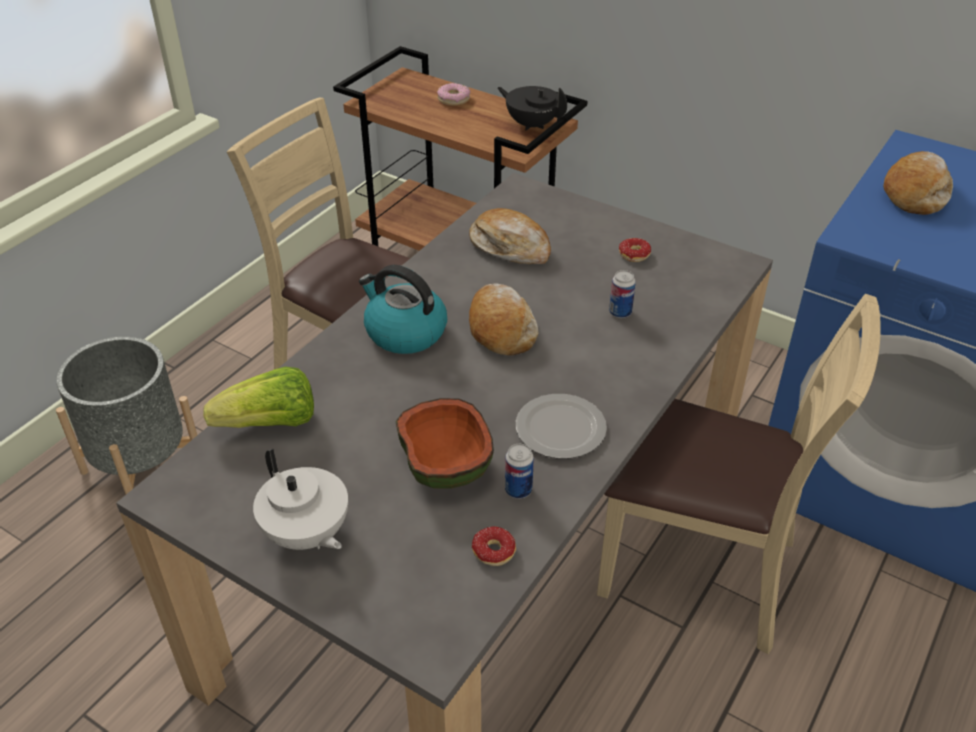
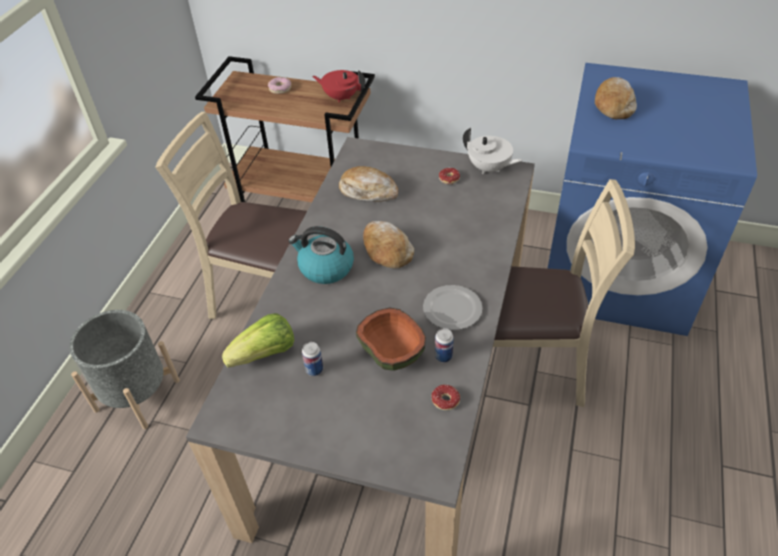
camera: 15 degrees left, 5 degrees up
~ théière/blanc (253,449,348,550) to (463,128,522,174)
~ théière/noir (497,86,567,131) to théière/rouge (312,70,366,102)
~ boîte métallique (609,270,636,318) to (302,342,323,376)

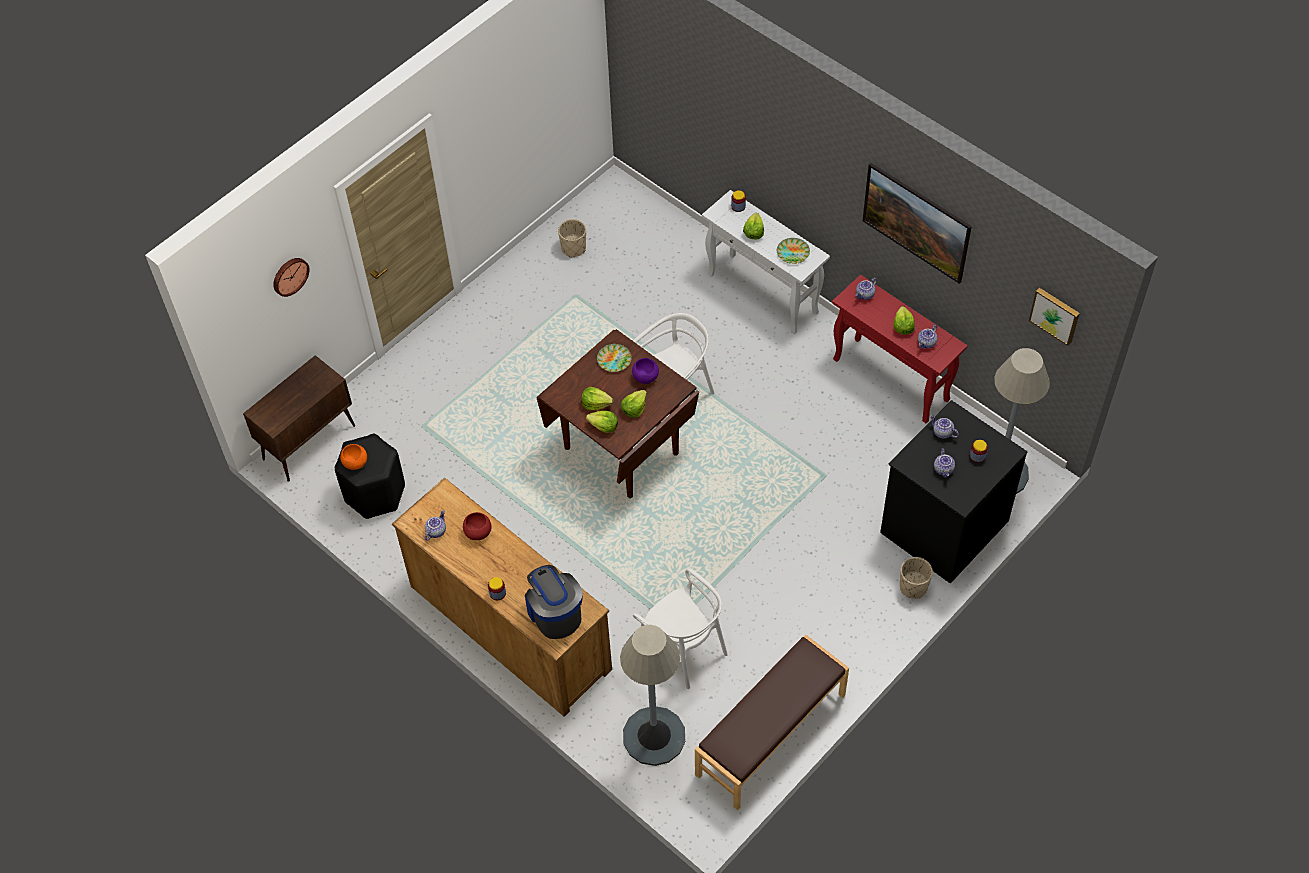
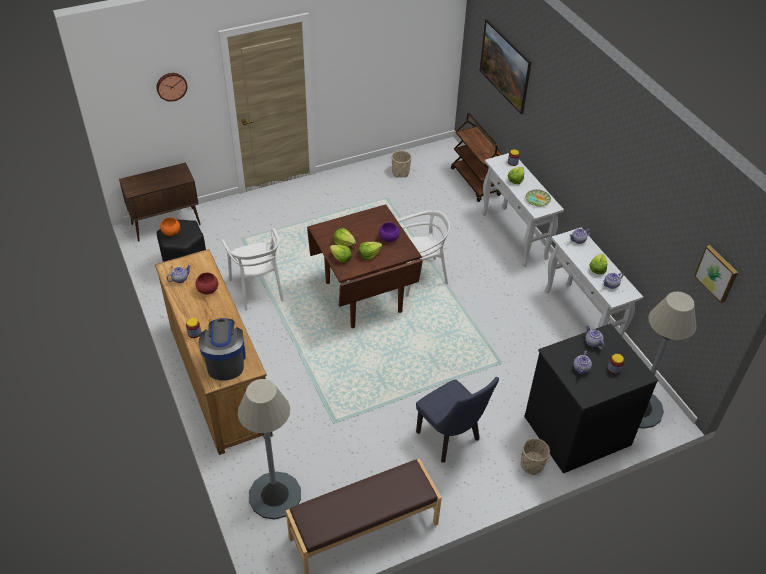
camera: 20 degrees right, 10 degrees down
- assiette (597,344,632,372)
~ chaise/blanc (633,568,728,689) to (221,228,284,311)
~ table console/rouge (832,275,968,423) to table console/blanc (545,228,643,337)
~ tableau (862,163,972,284) to (480,19,531,115)
+ chaise/bleu (416,377,499,463)
+ chariot/marron (451,113,502,202)

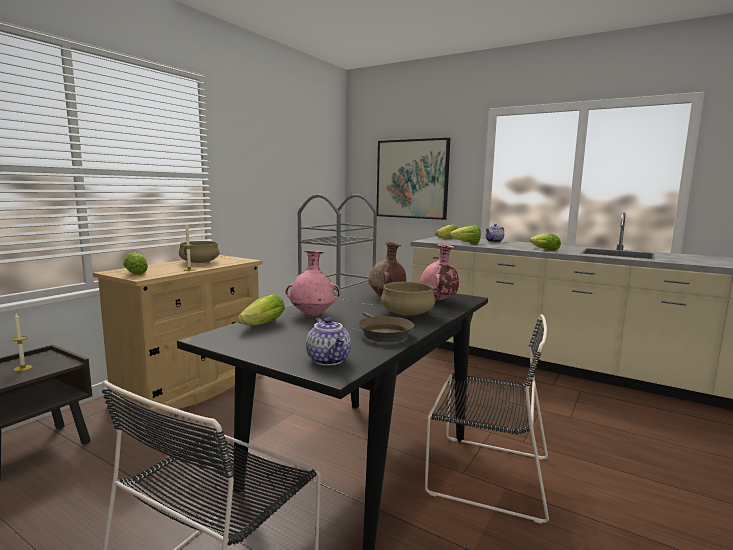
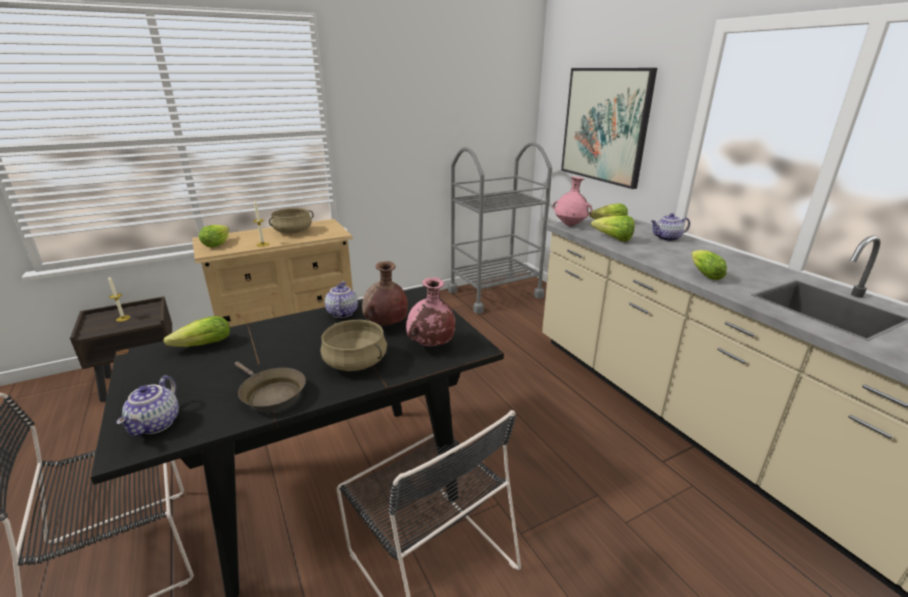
camera: 30 degrees right, 15 degrees up
~ vase/rose (285,250,340,317) to (553,177,592,226)
~ poêle/marron (358,312,414,342) = (234,362,306,412) 60 degrees counterclockwise
+ théière (325,281,358,318)

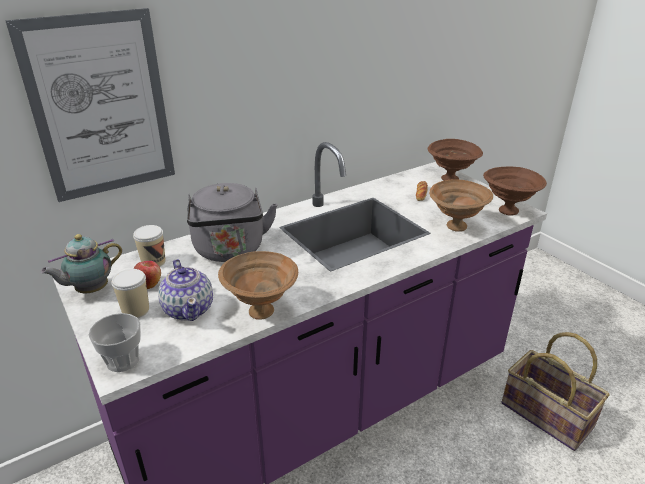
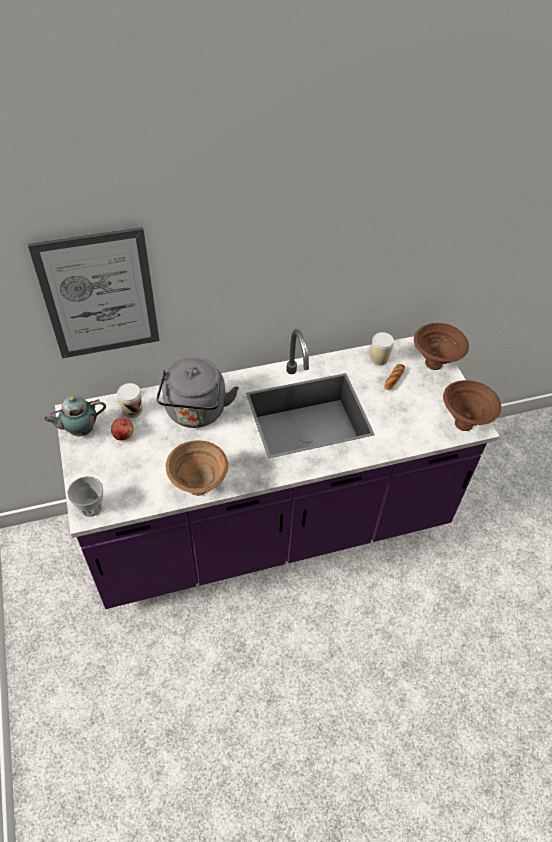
camera: 15 degrees right, 20 degrees up
~ tasse (111,269,149,318) to (371,332,394,365)
- théière (158,259,213,321)
- bol/marron (429,179,493,232)
- panier (502,332,610,451)

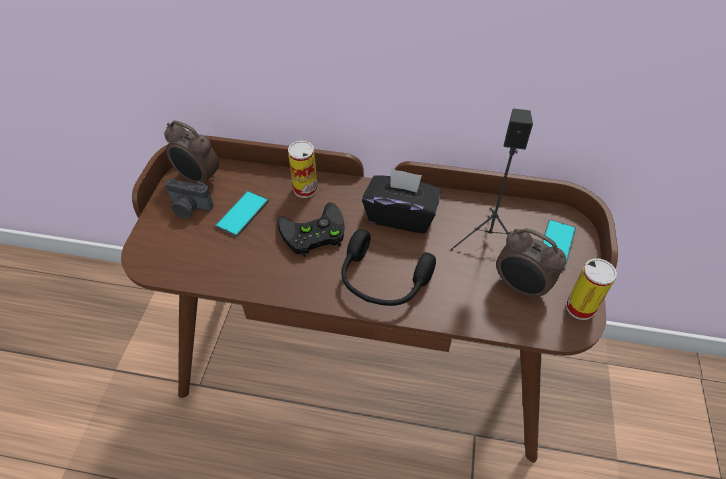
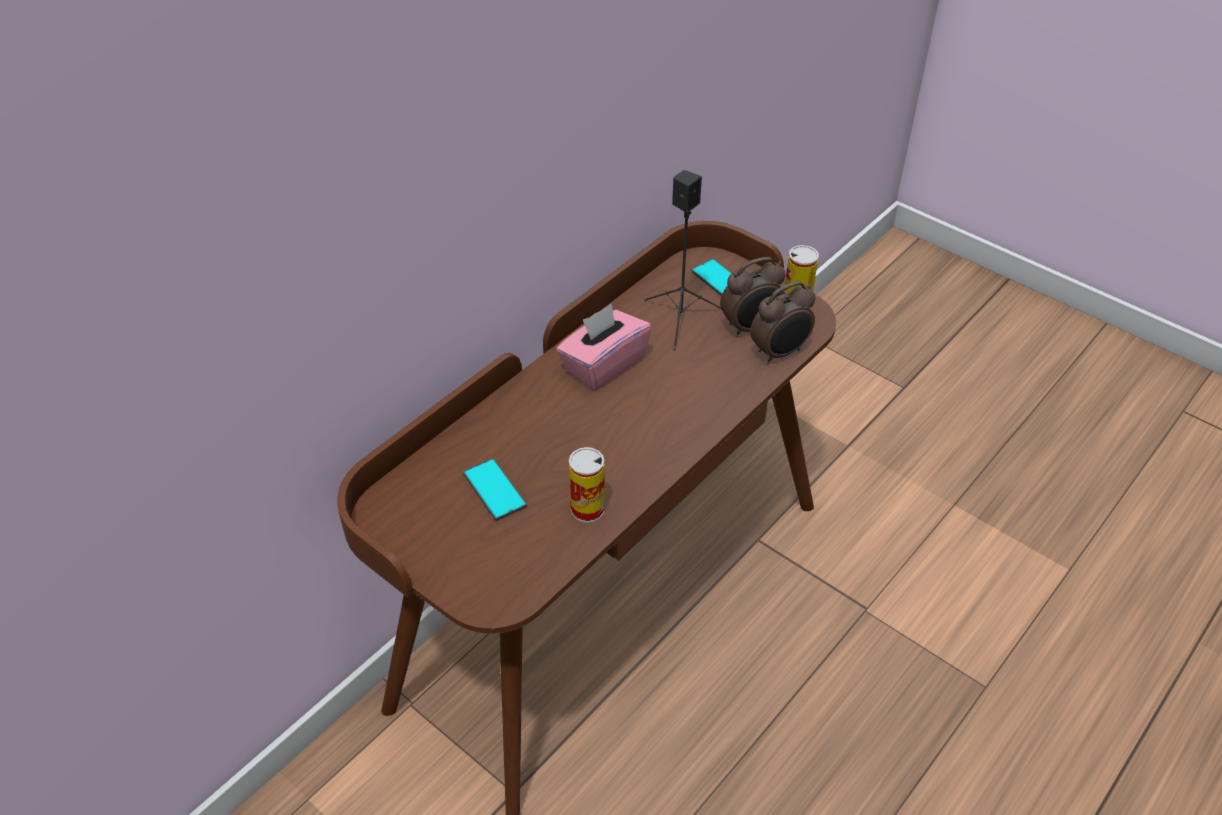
camera: 60 degrees left, 5 degrees down
~ réveil (164,120,219,185) to (750,281,815,364)
- appareil photo (165,178,214,219)
- manette/noir (277,202,344,257)
~ boîte métallique (288,141,318,198) to (569,447,605,523)
- casque audio/noir (341,229,436,306)
~ boîte à mouchoirs/noir (362,168,442,233) to boîte à mouchoirs/rose (556,304,652,390)

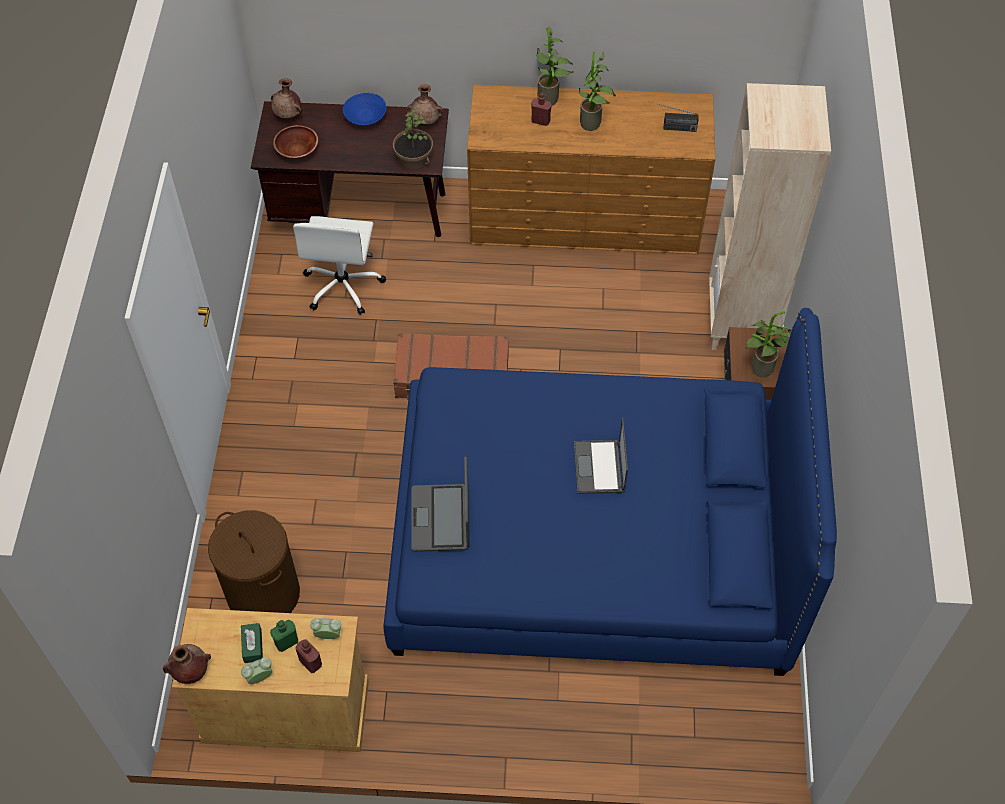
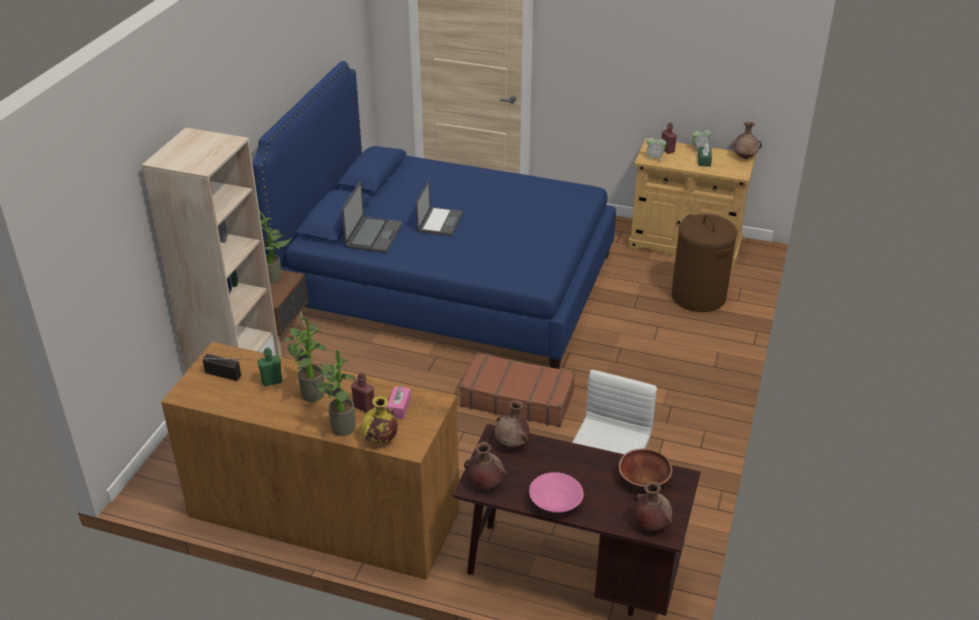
camera: 165 degrees left, 20 degrees down
~ bouteille/vert (270,620,298,652) to (258,348,283,386)
~ bol/bleu (343,93,386,126) to bol/rose (529,472,584,513)
~ plante en pot (393,109,433,170) to vase/marron (495,400,529,447)
~ ordinateur portable (411,456,470,552) to (342,181,402,253)
+ vase/jaune (361,396,398,443)
+ boîte à mouchoirs/rose (386,385,411,419)

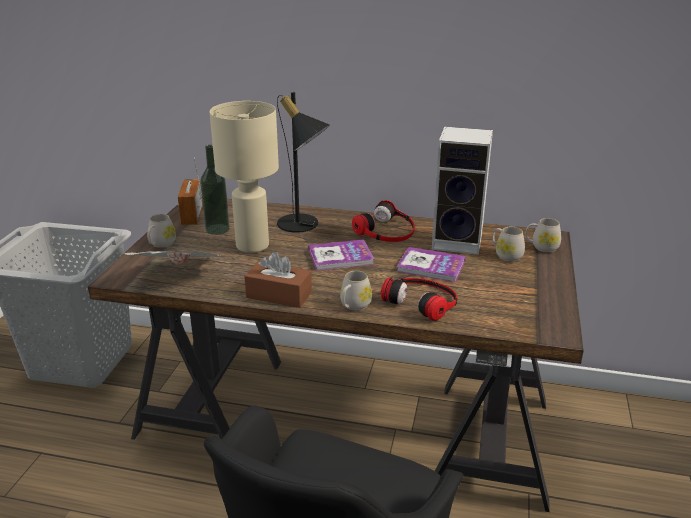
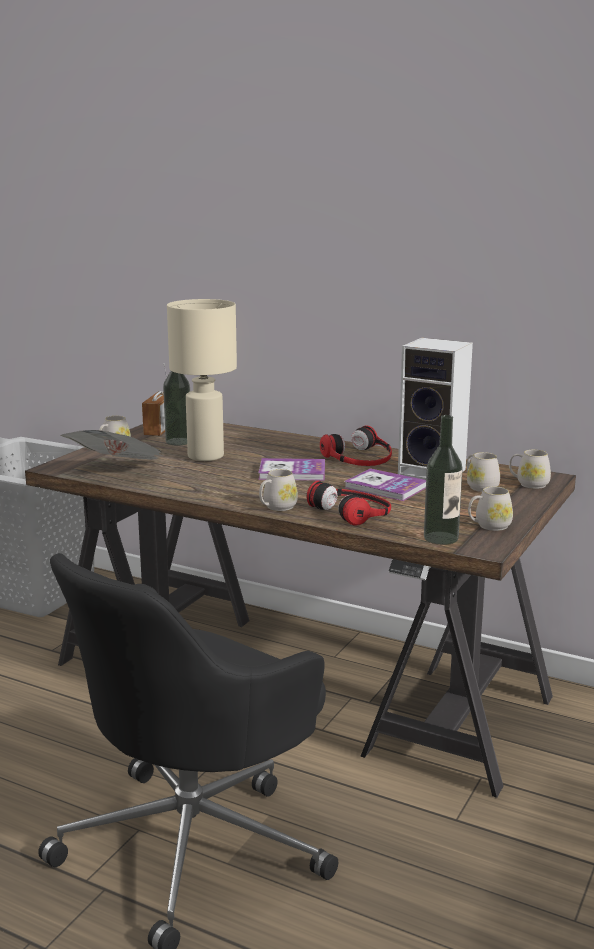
camera: 15 degrees right, 10 degrees down
- boîte à mouchoirs/marron (244,252,312,308)
- lampe de table/noir (277,92,330,232)
+ bouteille (424,415,463,545)
+ mug/blanc (468,486,513,531)

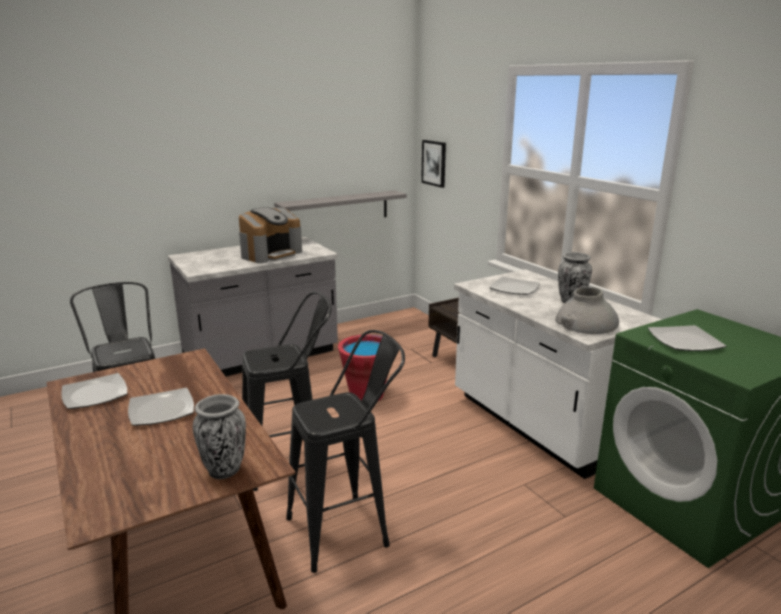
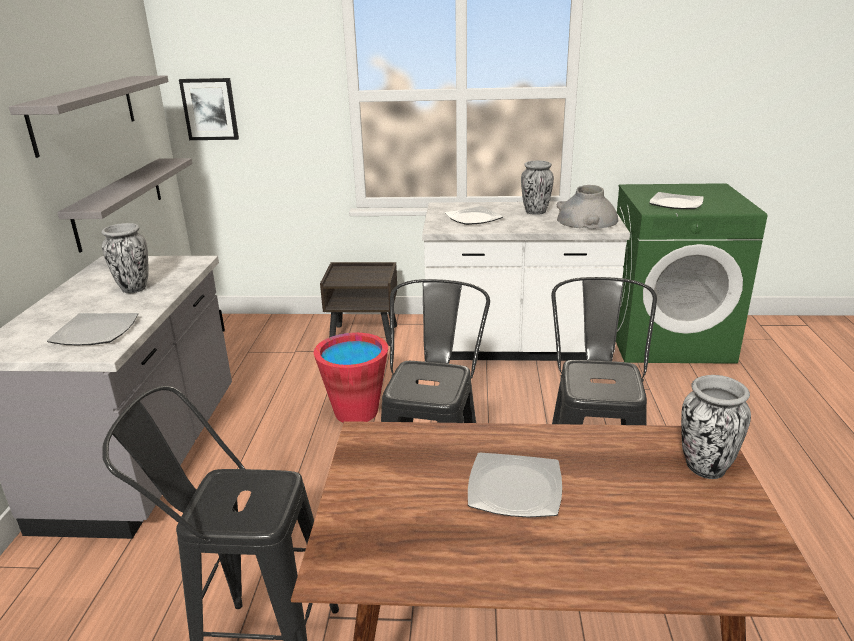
camera: 55 degrees left, 5 degrees up
~ assiette (61,373,128,409) to (47,313,138,345)
~ machine à café (239,207,302,263) to vase (102,223,149,293)
+ étagère/gris (9,75,168,158)

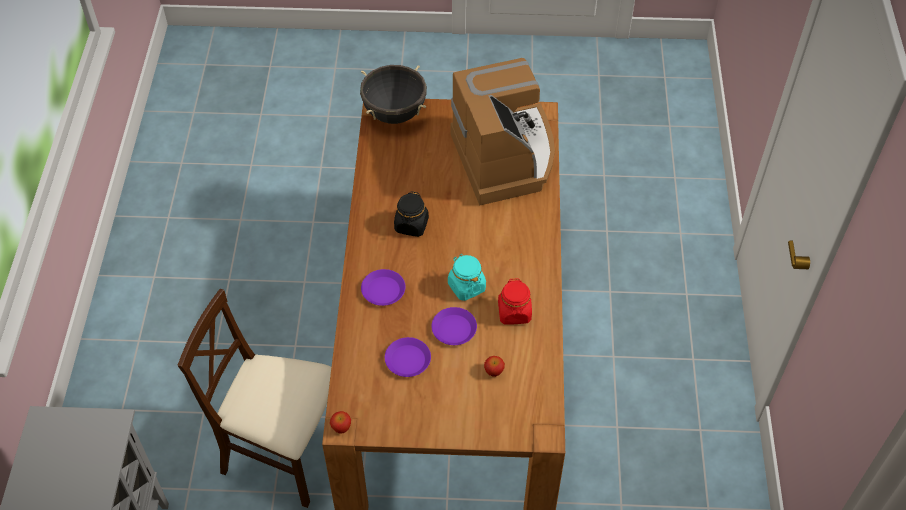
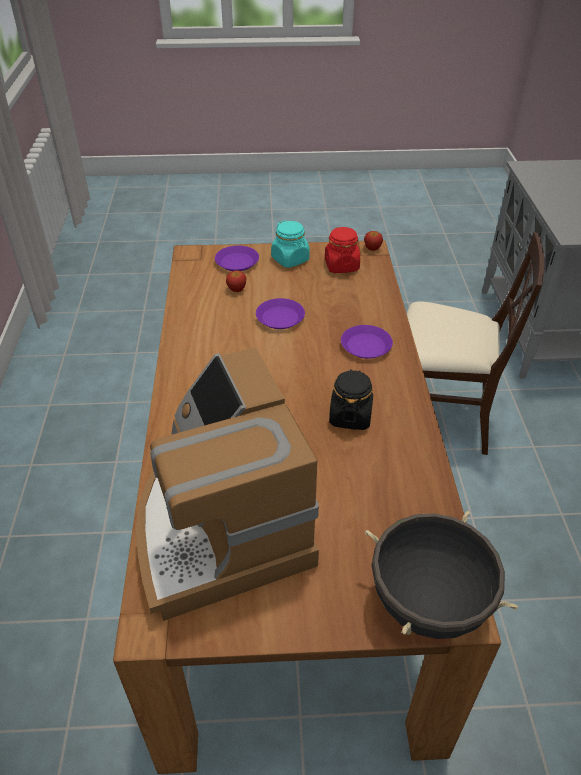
camera: 175 degrees right, 10 degrees down
~ assiette/violet (385,337,431,377) to (215,246,259,271)
~ bocal/turquoise (448,254,486,301) to (271,220,310,268)
~ bocal/rouge (498,278,532,324) to (325,227,360,273)

